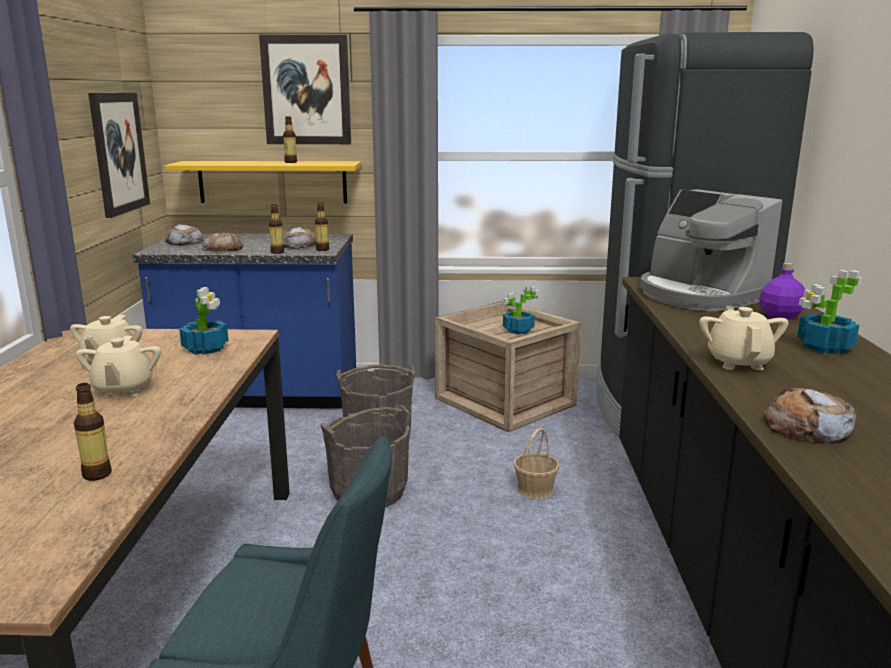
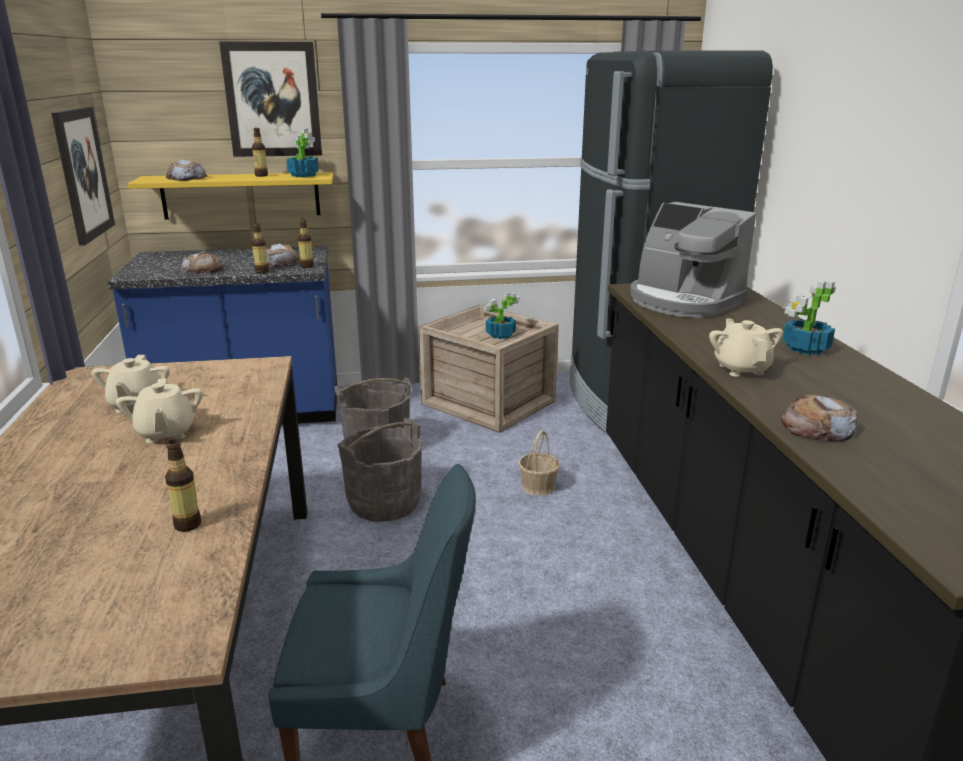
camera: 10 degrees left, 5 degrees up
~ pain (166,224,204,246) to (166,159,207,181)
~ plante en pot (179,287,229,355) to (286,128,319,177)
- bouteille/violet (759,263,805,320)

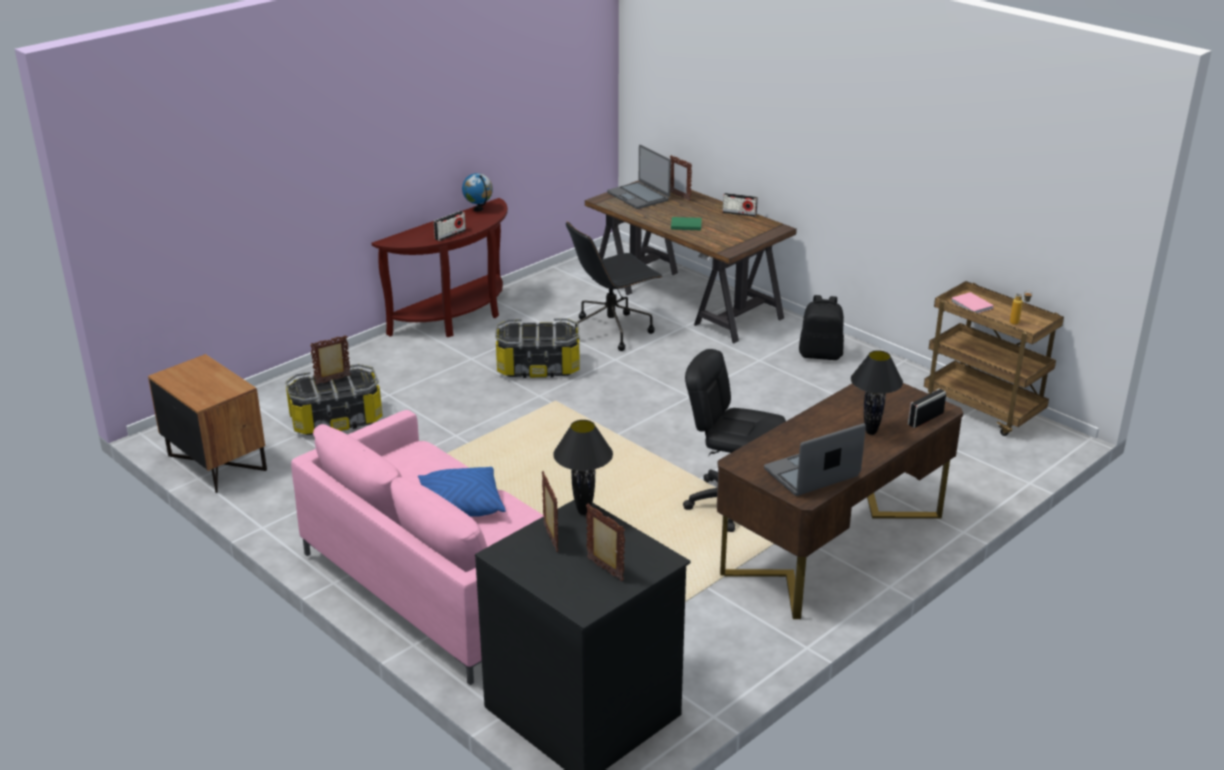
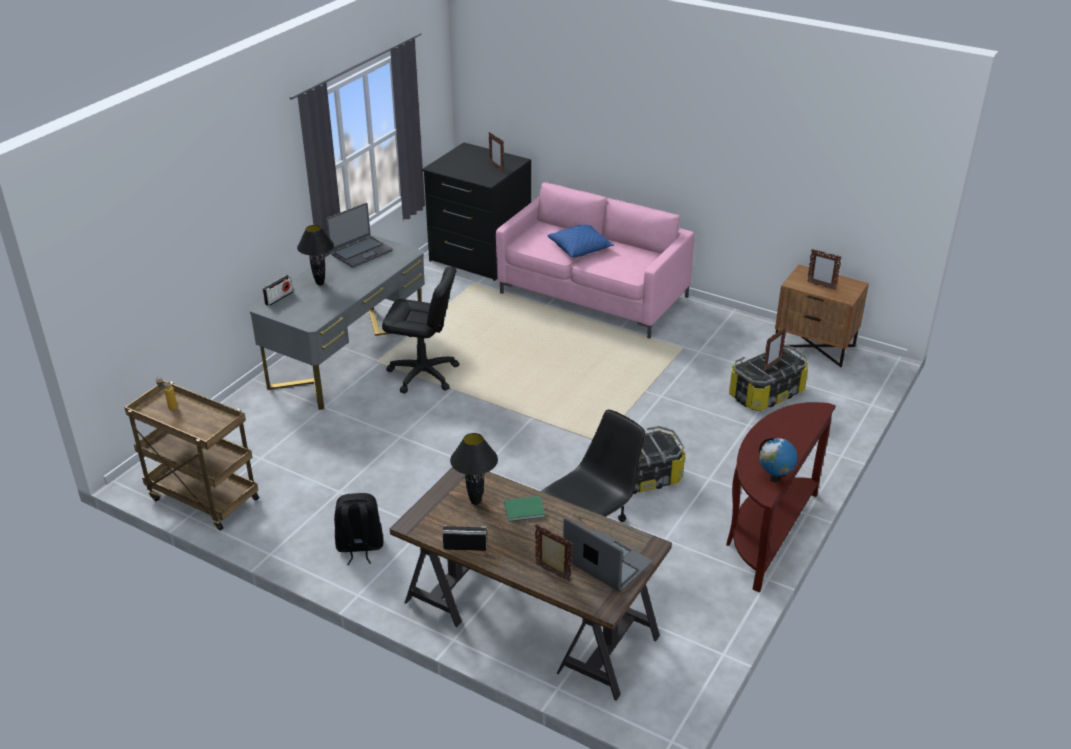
camera: 165 degrees right, 5 degrees up
- radio (434,211,466,241)
~ lampe de table/noir (553,420,613,515) to (450,433,498,505)
~ cadre photo (586,503,625,582) to (807,249,842,290)
~ bureau/marron (717,383,963,619) to bureau/gris (249,234,425,410)
- livre/rose (951,292,994,314)

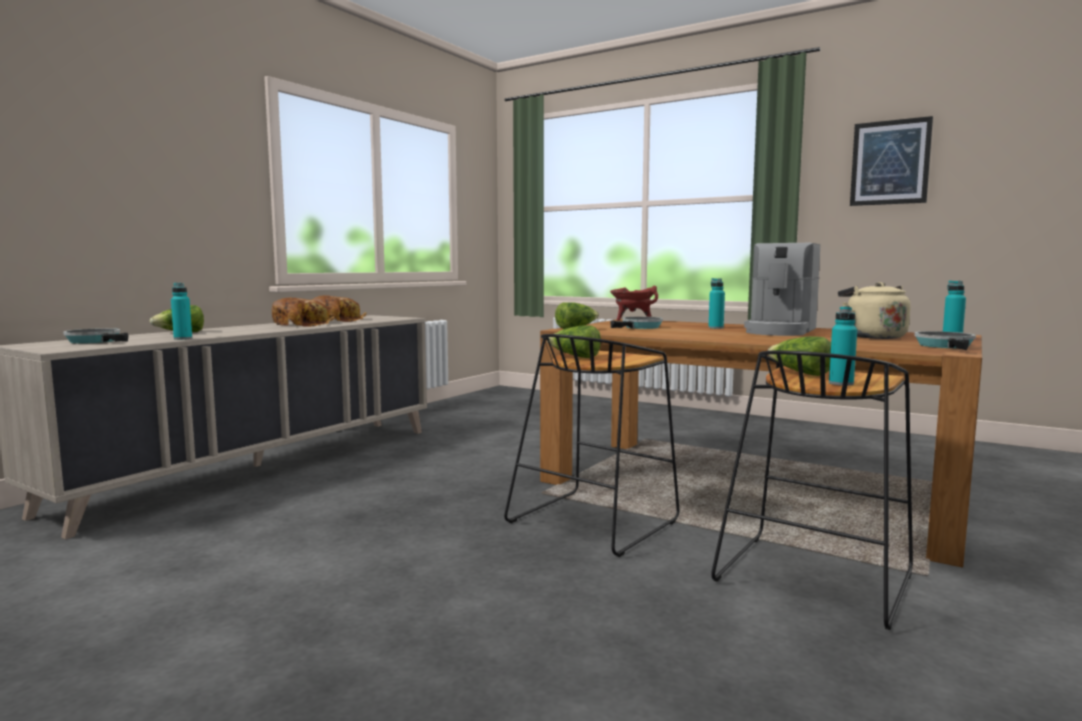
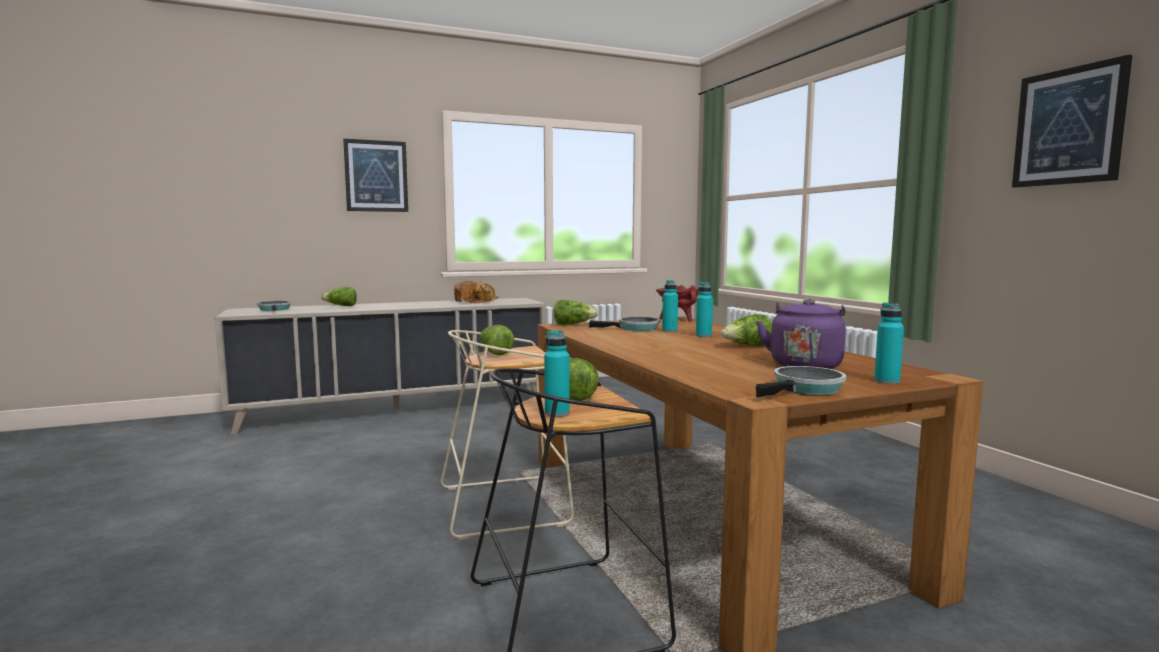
camera: 35 degrees right, 0 degrees up
~ bouteille/turquoise (171,283,192,340) to (662,280,678,332)
- pain (272,297,335,327)
~ tabouret/noir (504,334,679,557) to tabouret/beige (441,330,574,540)
~ machine à café (744,243,820,336) to laitue (721,314,772,346)
~ bouilloire/beige (838,282,911,339) to bouilloire/violet (756,299,846,369)
+ tableau (343,138,408,212)

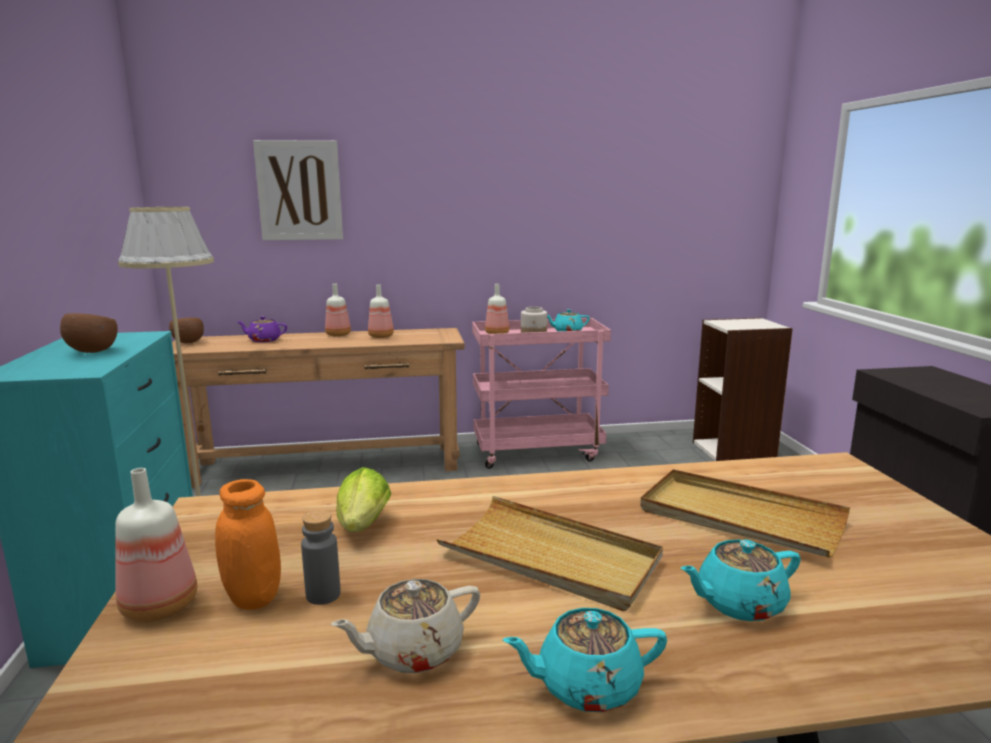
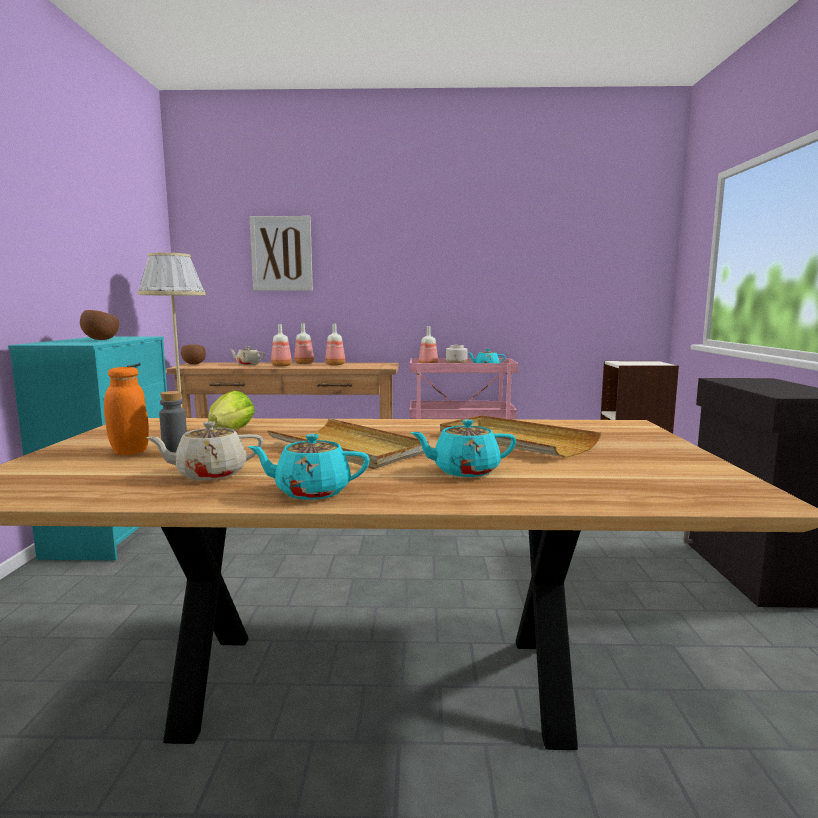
camera: 10 degrees right, 5 degrees down
~ bouteille (115,468,197,622) to (271,324,292,367)
~ théière/violet (236,316,287,342) to théière/beige (230,346,265,365)

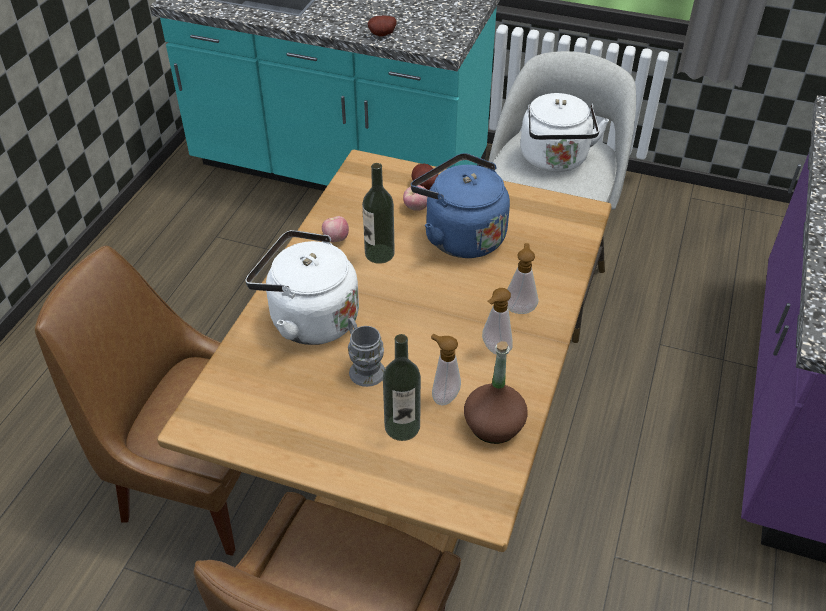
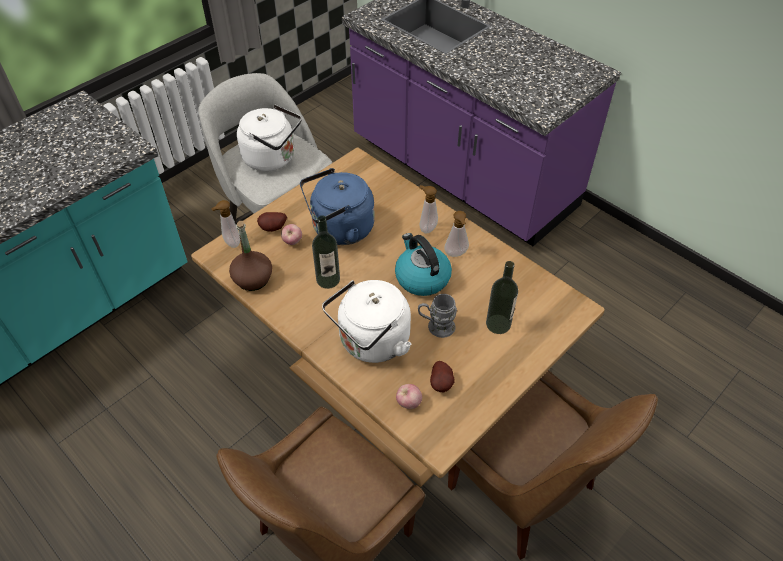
camera: 65 degrees left, 5 degrees up
~ pomme (322,216,349,242) to (396,384,422,409)
~ pomme de terre (368,16,397,37) to (430,361,455,392)
~ distributeur de savon (431,334,461,406) to (211,200,240,248)
~ bouteille/marron (464,341,528,444) to (229,221,272,291)
+ bouilloire (395,233,452,296)

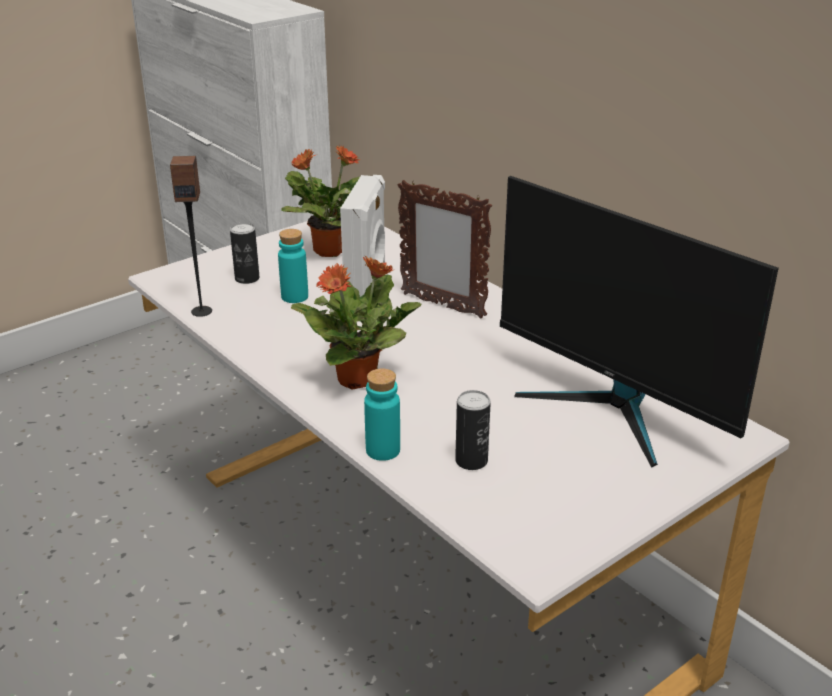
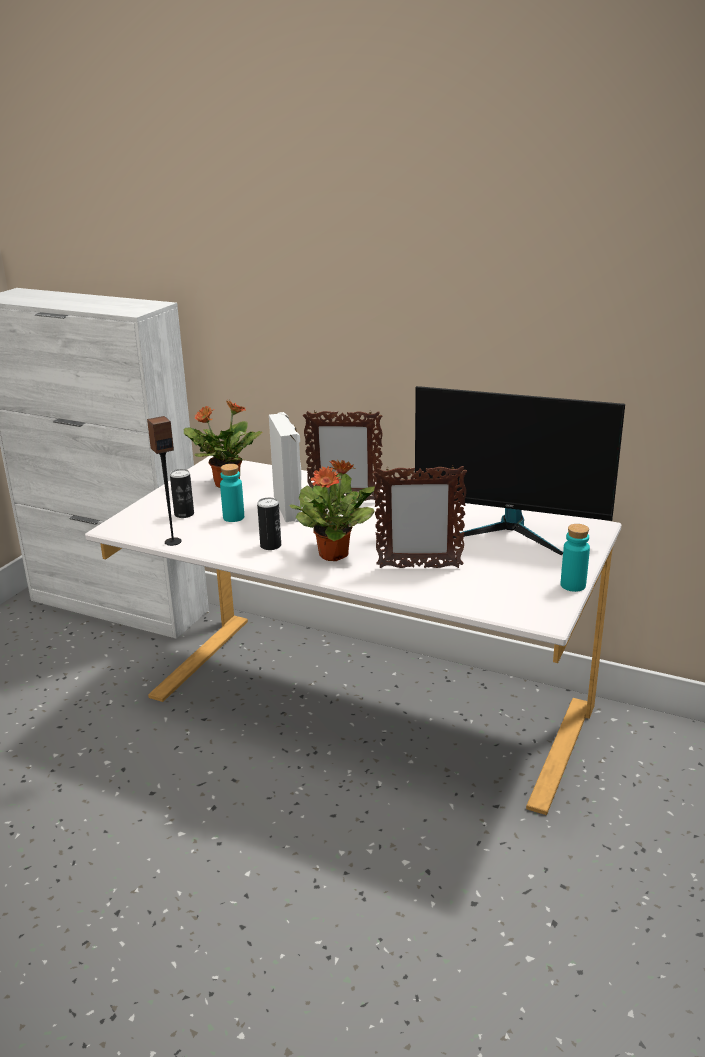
camera: 25 degrees left, 5 degrees down
~ bouteille/turquoise (364,368,400,461) to (561,524,590,592)
~ boîte métallique (455,390,491,470) to (257,498,281,550)
+ cadre photo (373,466,467,568)

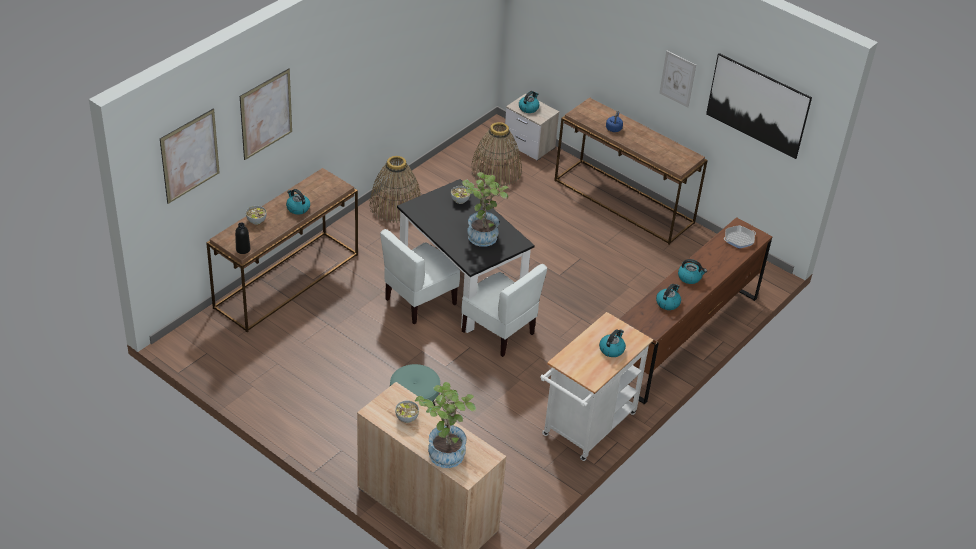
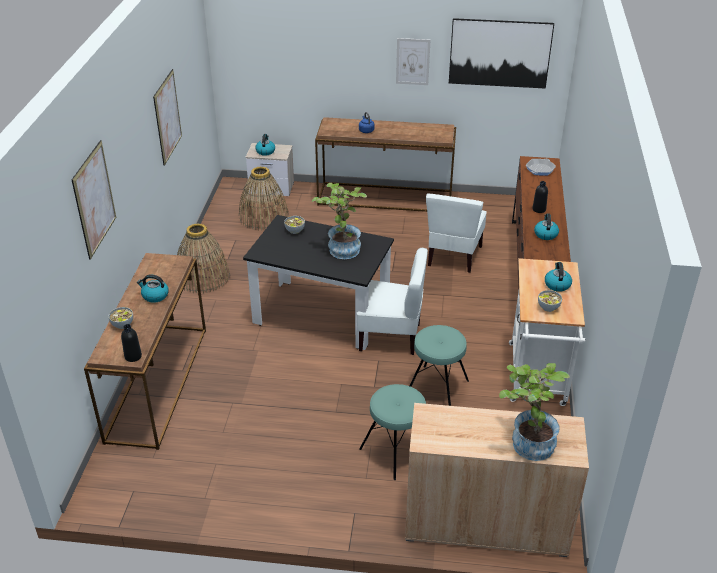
camera: 30 degrees left, 5 degrees down
~ tableau (160,109,220,204) to (153,69,182,166)
~ chaise/blanc (380,229,460,324) to (426,194,487,273)
~ bol (395,400,419,423) to (538,290,562,312)
~ bouilloire (678,259,707,284) to bouteille/noir (532,181,548,213)
+ tabouret/turquoise (410,325,469,406)

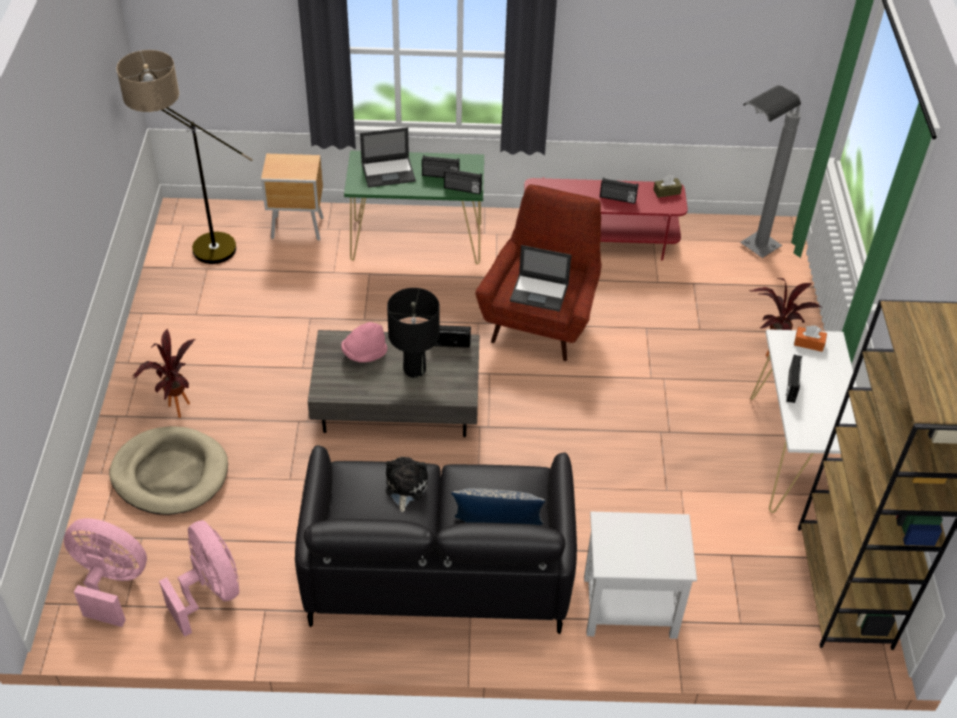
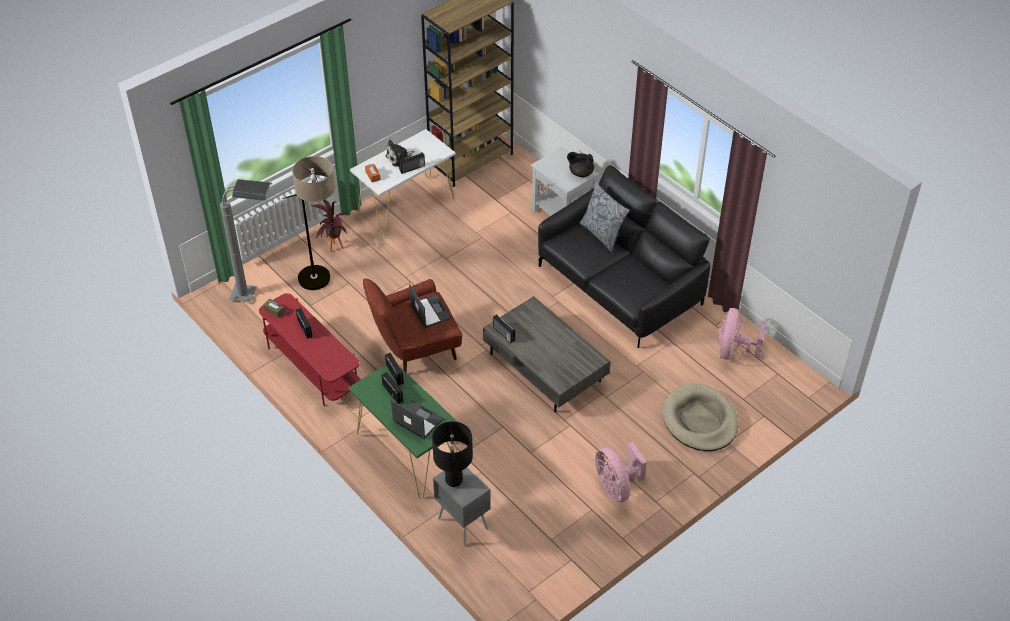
camera: 130 degrees left, 0 degrees up
~ ventilateur/rose (64,518,147,627) to (595,442,647,503)
~ lampadaire (116,50,253,264) to (282,156,335,290)
- plante en pot (132,329,196,418)
~ table de chevet/marron (261,154,324,241) to table de chevet/gris (433,467,491,545)
- chapeau/rose (341,322,387,363)
~ peluche (386,457,428,512) to (386,140,414,167)
~ lampe de table/noir (387,288,440,378) to (432,421,473,487)
+ théière/noir (567,152,594,177)

